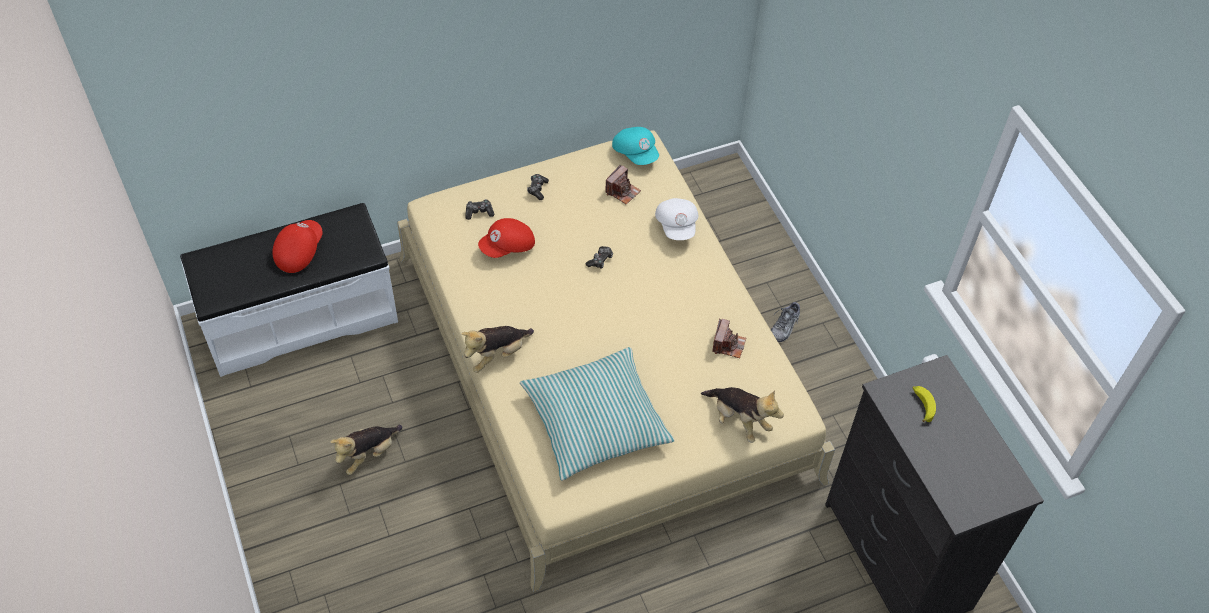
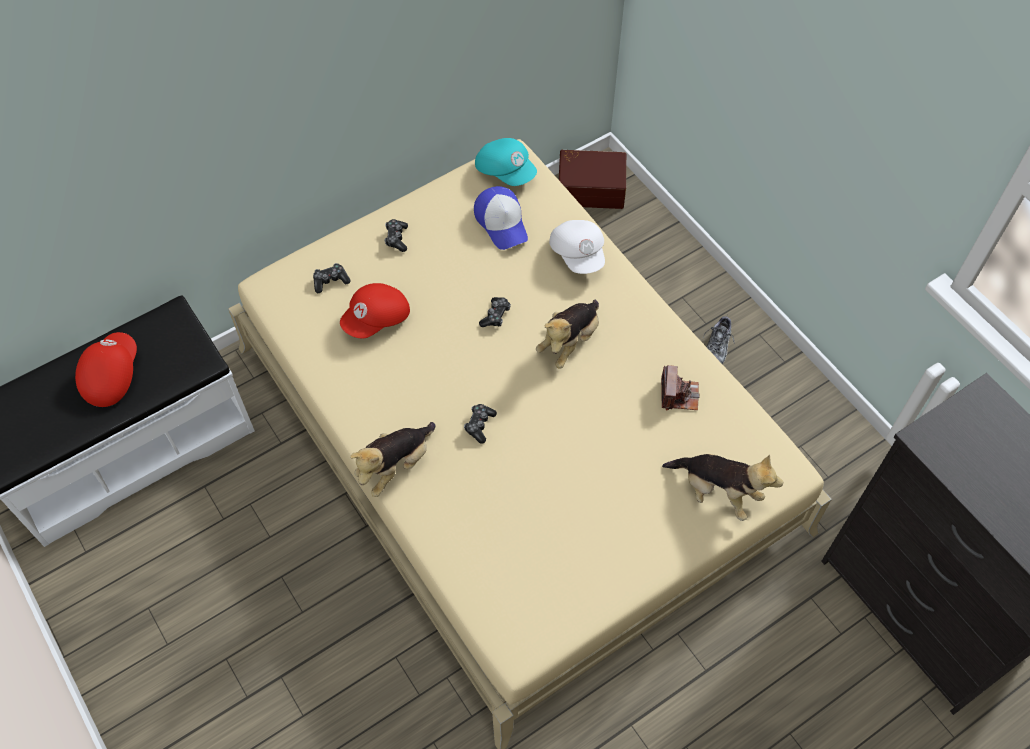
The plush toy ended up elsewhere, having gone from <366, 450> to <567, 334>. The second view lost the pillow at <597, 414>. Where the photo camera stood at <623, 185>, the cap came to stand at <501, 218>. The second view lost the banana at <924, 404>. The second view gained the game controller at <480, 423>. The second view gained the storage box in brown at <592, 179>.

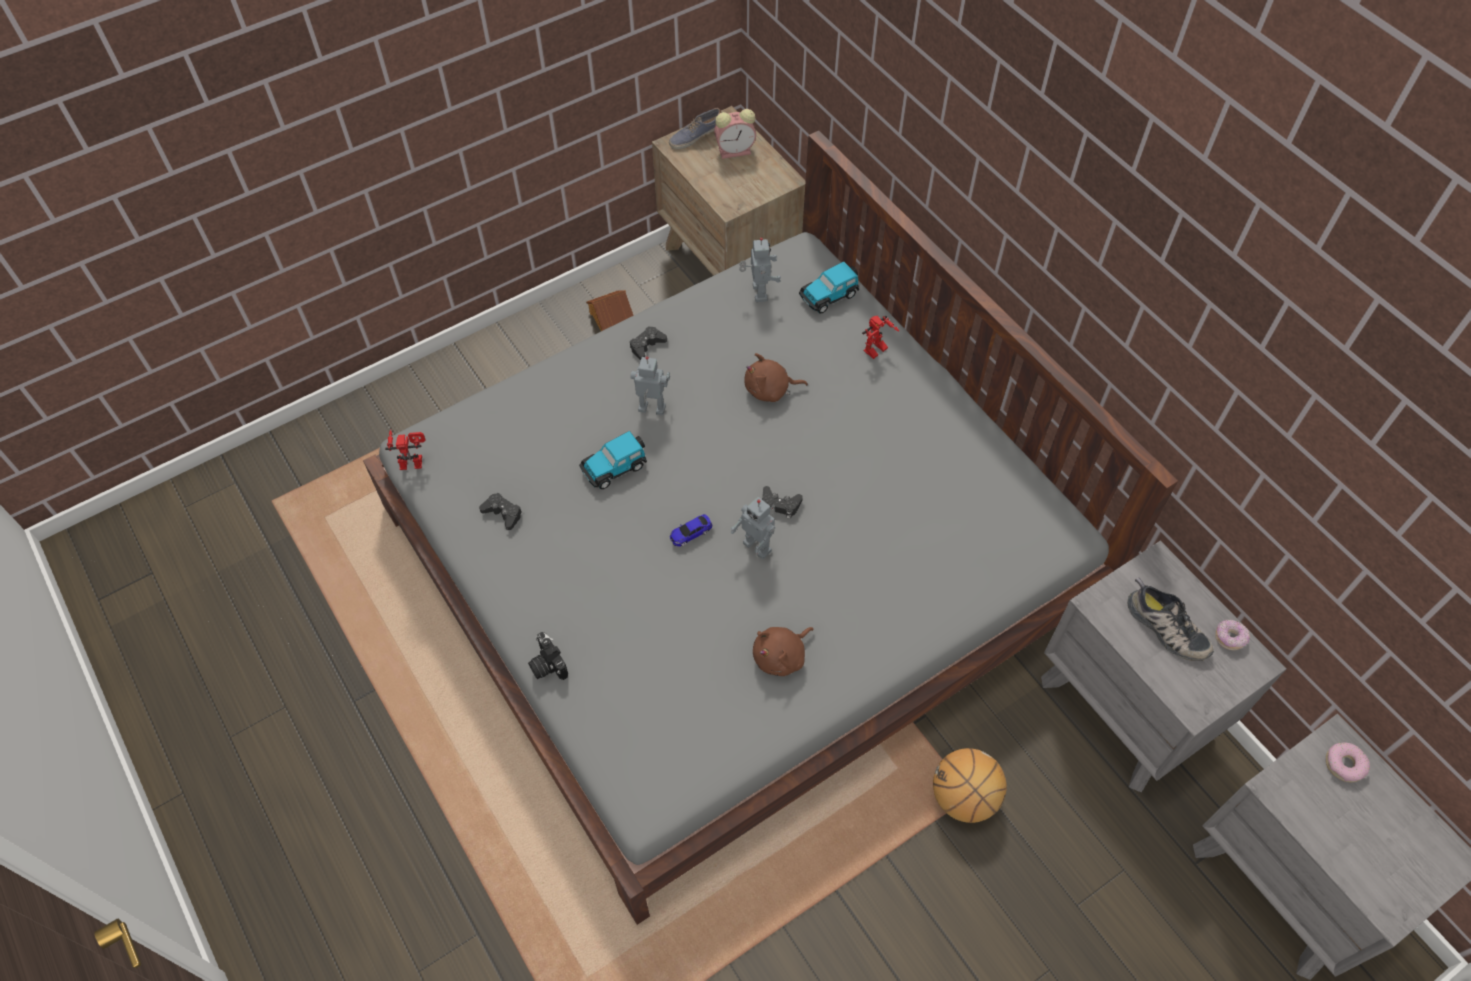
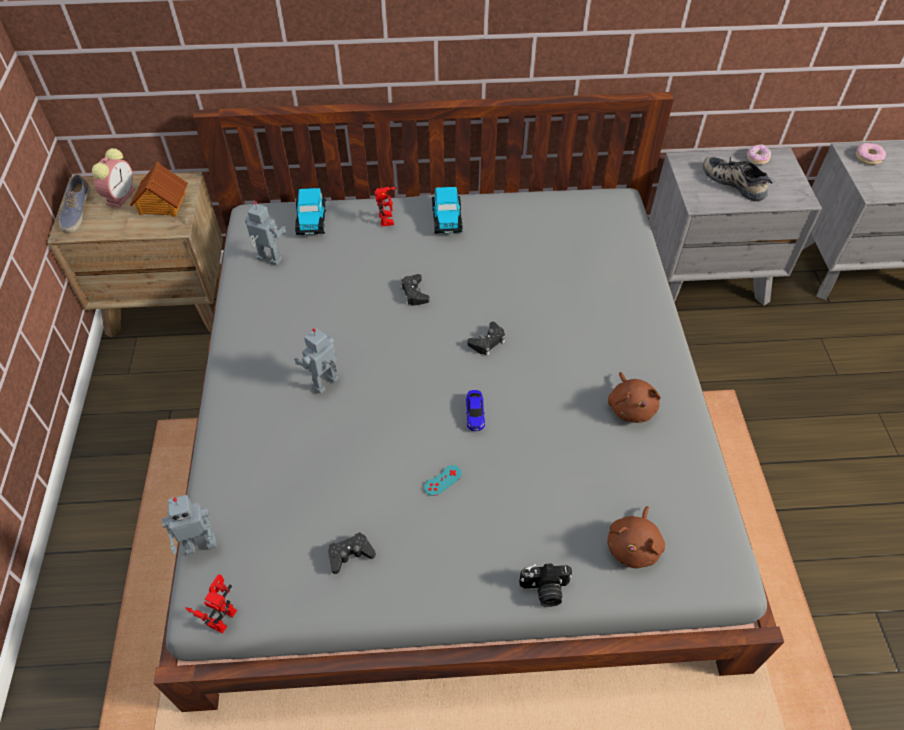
The toy car ended up elsewhere, having gone from <613, 460> to <447, 210>. The toy house ended up elsewhere, having gone from <610, 310> to <159, 189>. The game controller in black ended up elsewhere, having gone from <648, 343> to <415, 290>. The toy robot ended up elsewhere, having gone from <753, 528> to <189, 525>. The plush toy in brown ended up elsewhere, having gone from <776, 377> to <636, 537>. The second view lost the basketball at <970, 785>. The shoe at <1170, 619> ended up facing another way, 120 degrees counterclockwise from before. The second view gained the game controller in turquoise at <443, 480>.

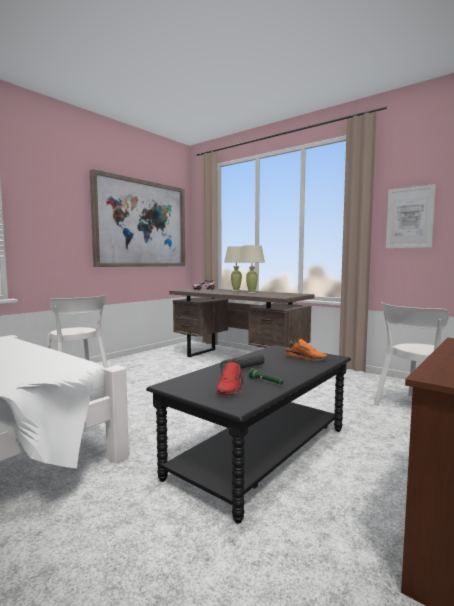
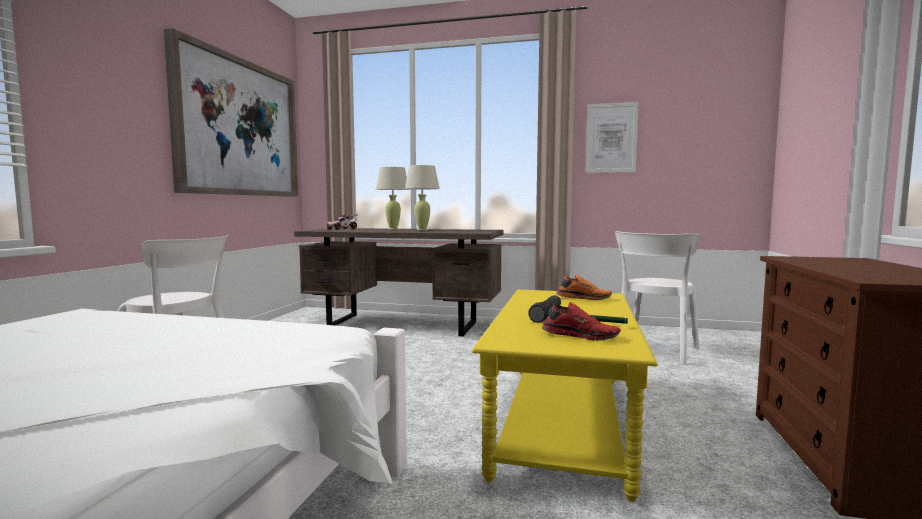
What was the coffee table in black at <248, 434> turned into the coffee table in yellow at <565, 395>. The shoe in red at <230, 377> ended up facing another way, 60 degrees counterclockwise from before.

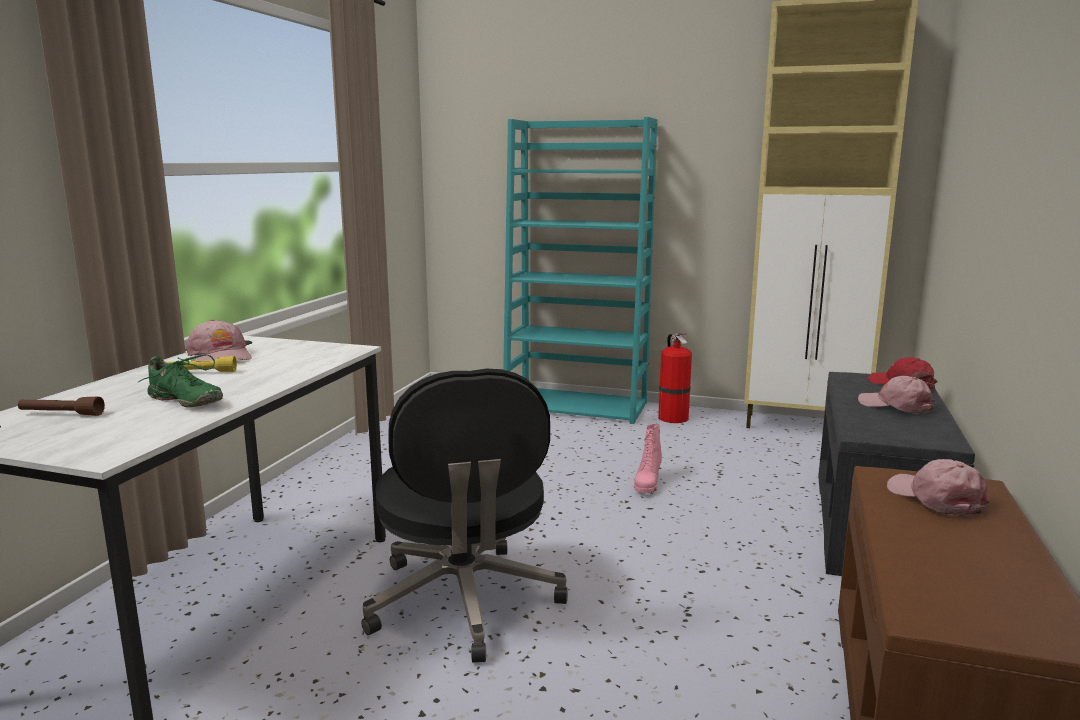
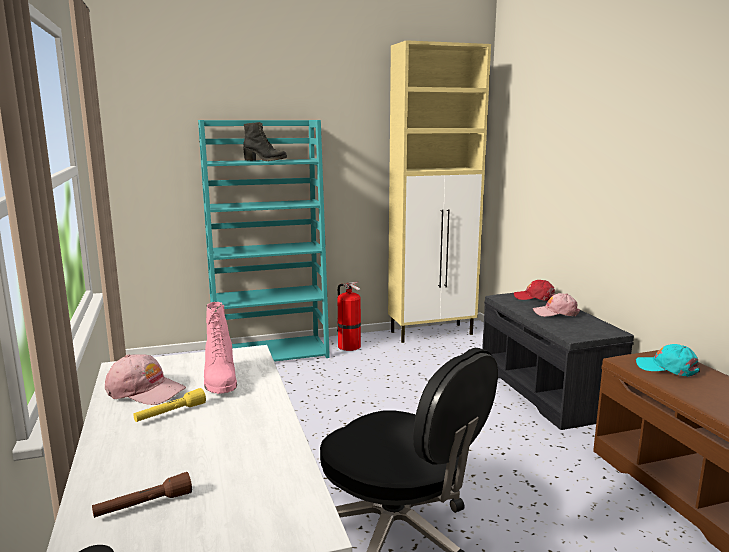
The second view lost the shoe in green at <180, 380>. The boot in pink ended up elsewhere, having gone from <648, 458> to <220, 348>. What was the cap in pink at <938, 487> turned into the cap in turquoise at <668, 360>. The second view gained the boot in black at <265, 141>.

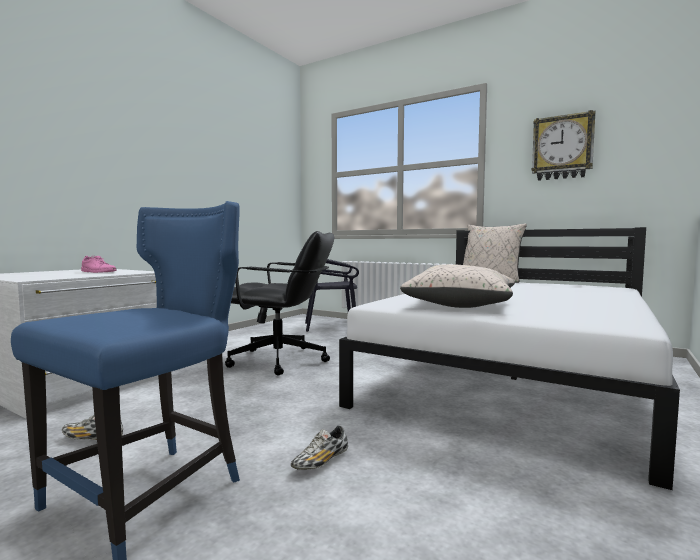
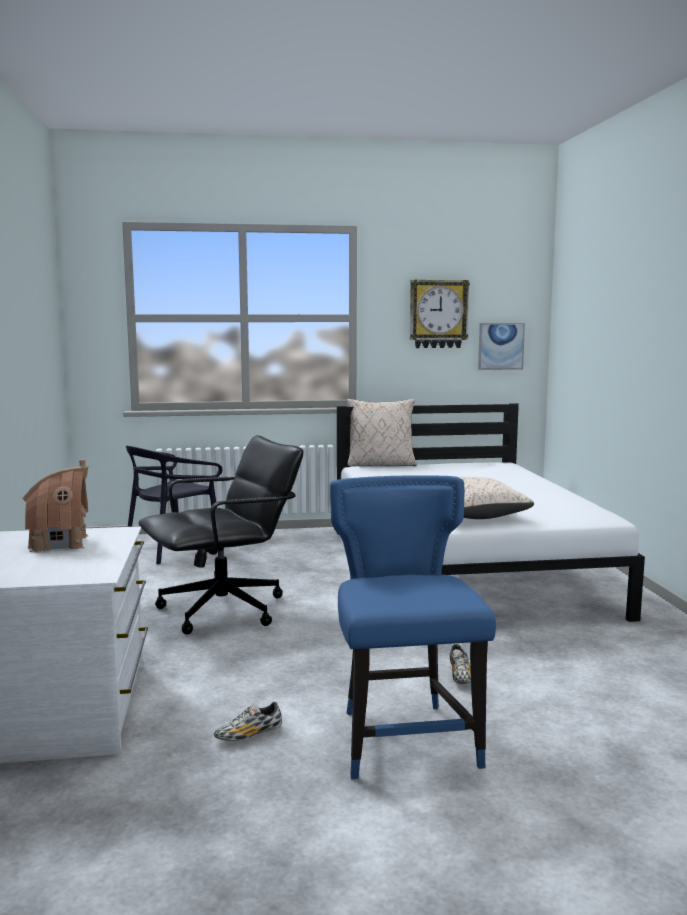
Where the shoe in pink stood at <99, 264>, the toy house came to stand at <55, 506>. The second view gained the picture at <501, 346>.

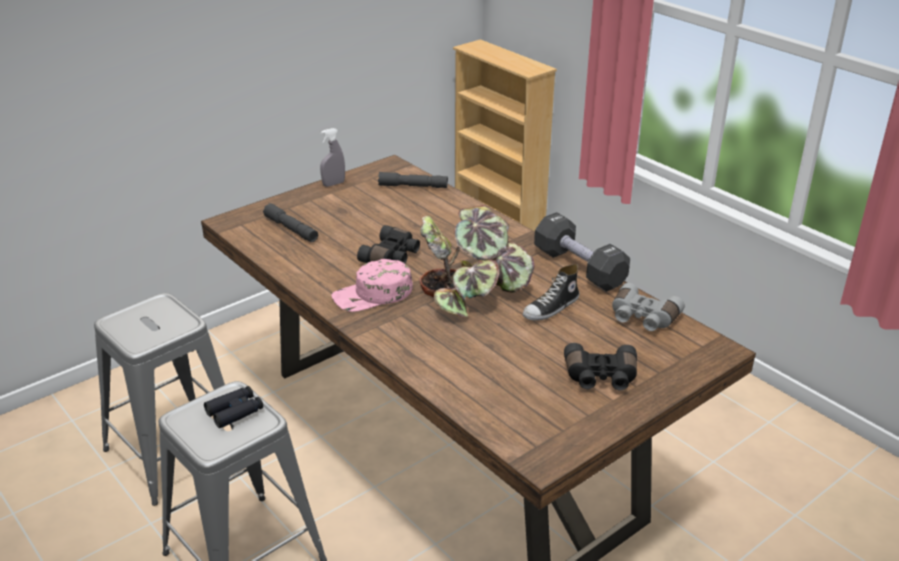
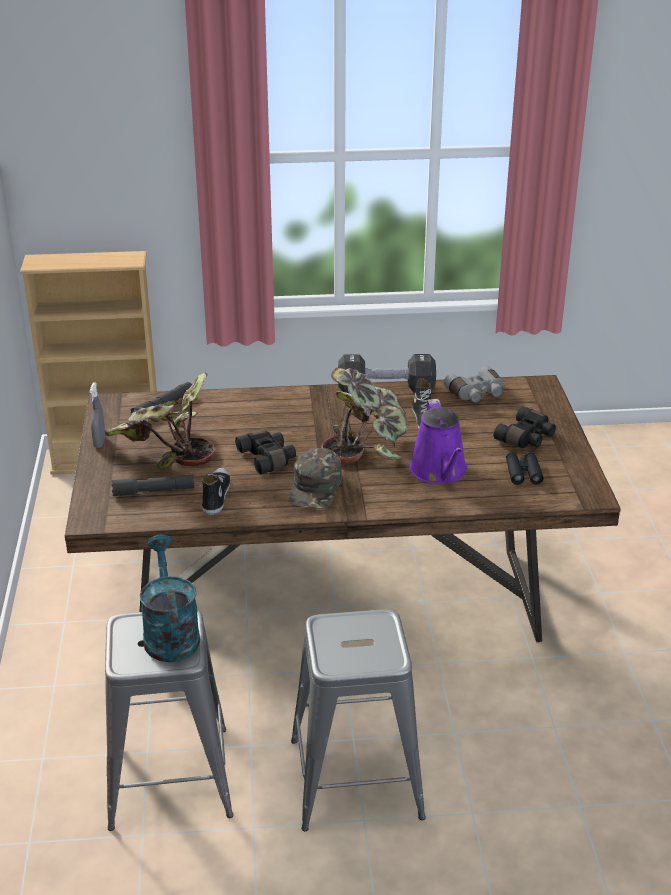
The binoculars in black ended up elsewhere, having gone from <233, 407> to <525, 468>. What was the cap in pink at <372, 285> turned into the cap in green at <315, 478>. The second view gained the potted plant at <160, 421>. The second view gained the watering can in turquoise at <170, 598>. The second view gained the shoe at <216, 491>. The second view gained the watering can in purple at <438, 441>.

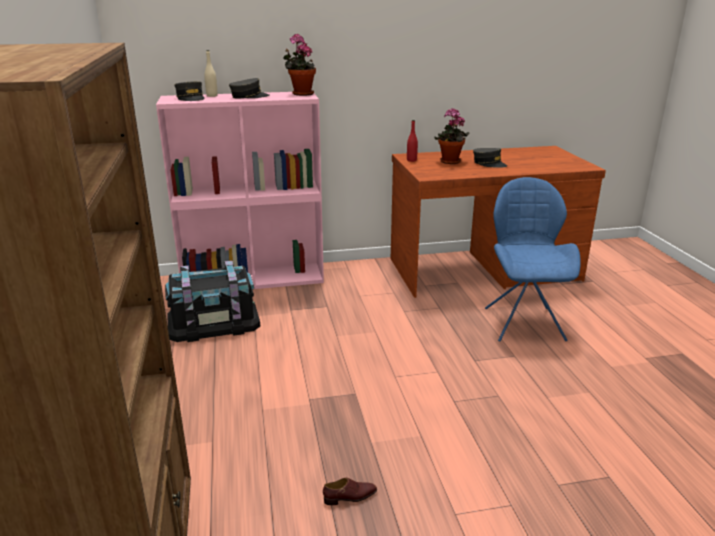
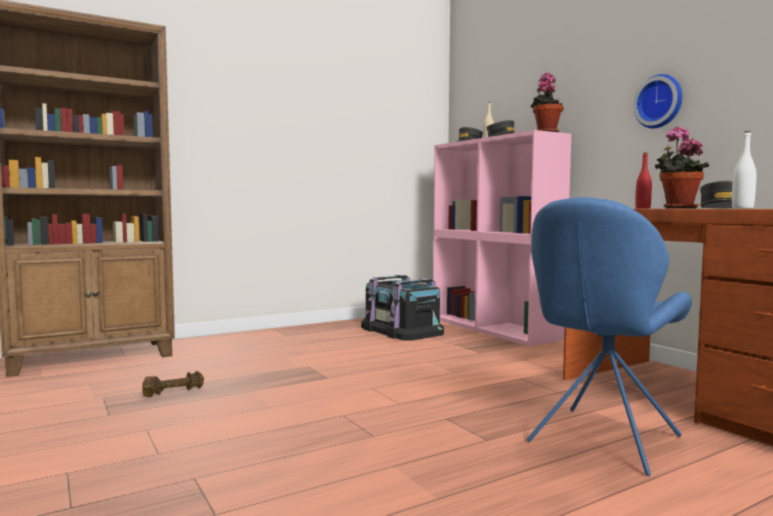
Where the shoe in brown stood at <350, 491>, the dumbbell in brown came to stand at <173, 384>. The chair in blue at <533, 259> ended up facing another way, 150 degrees clockwise from before. The second view gained the wall clock at <657, 101>. The second view gained the bottle in white at <744, 170>.

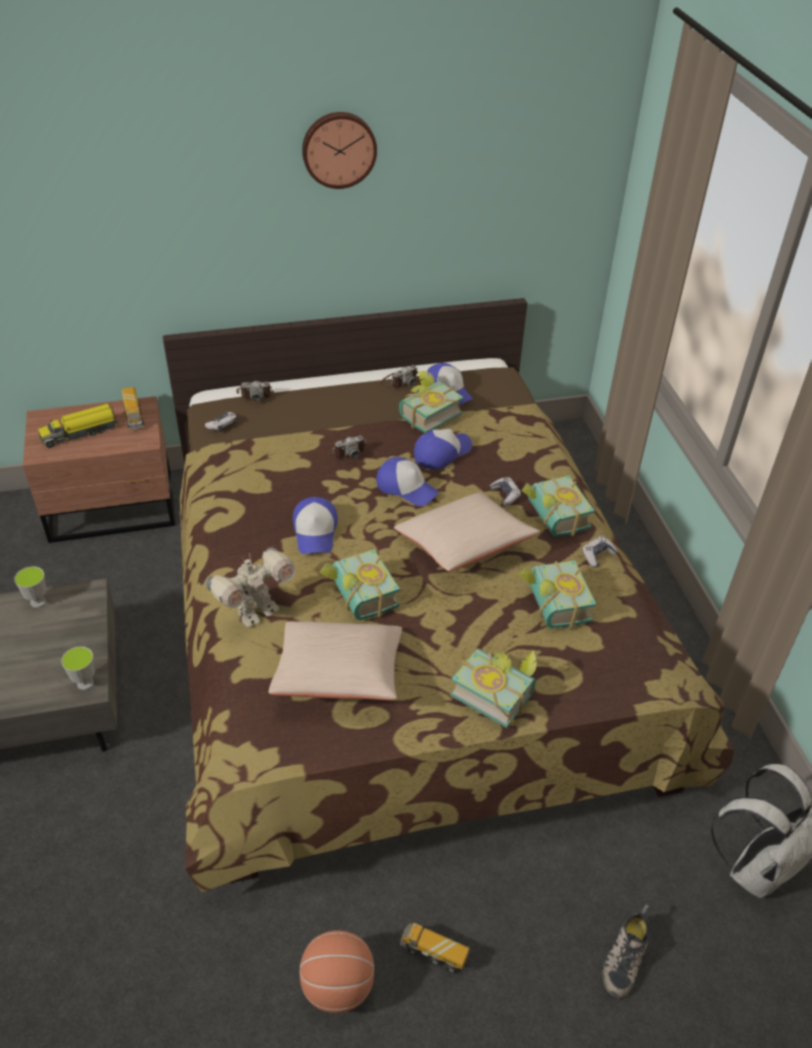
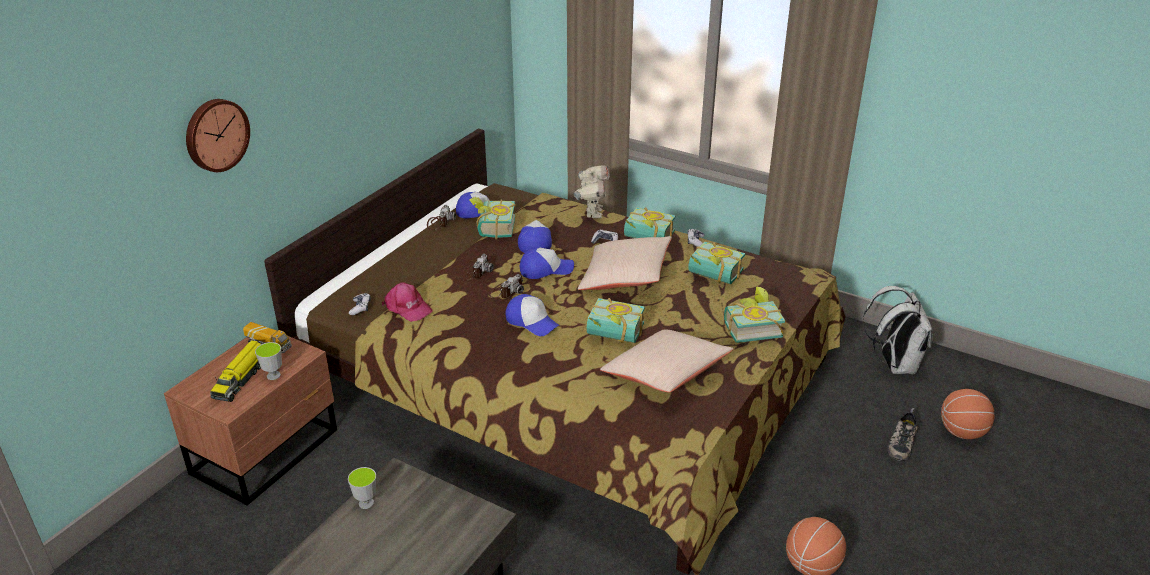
The cup ended up elsewhere, having gone from <78, 668> to <268, 361>. The toy robot ended up elsewhere, having gone from <250, 587> to <591, 191>. The photo camera ended up elsewhere, having gone from <255, 391> to <506, 286>. The wall clock ended up elsewhere, having gone from <339, 150> to <218, 135>. The second view lost the toy truck at <435, 948>. The shoe at <625, 951> ended up facing another way, 45 degrees clockwise from before. The second view gained the cap in pink at <407, 302>. The second view gained the basketball at <967, 414>.

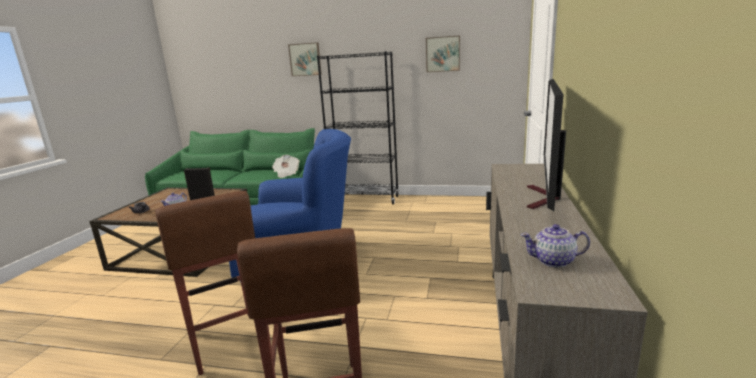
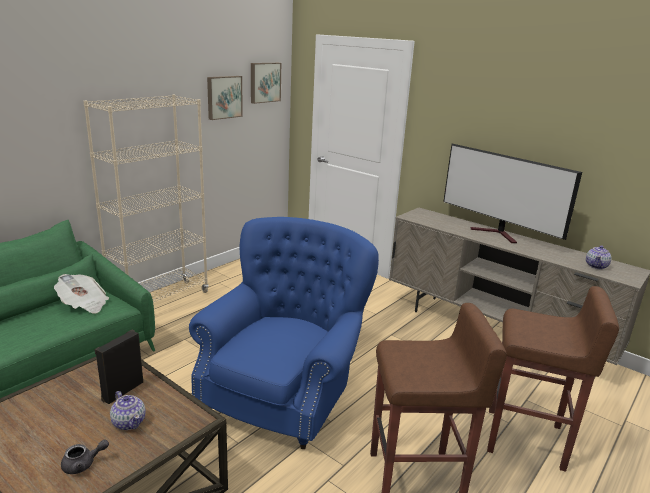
The picture ended up elsewhere, having gone from <305, 59> to <266, 83>. What was the bookcase in black at <358, 127> turned into the bookcase in beige at <146, 198>.

